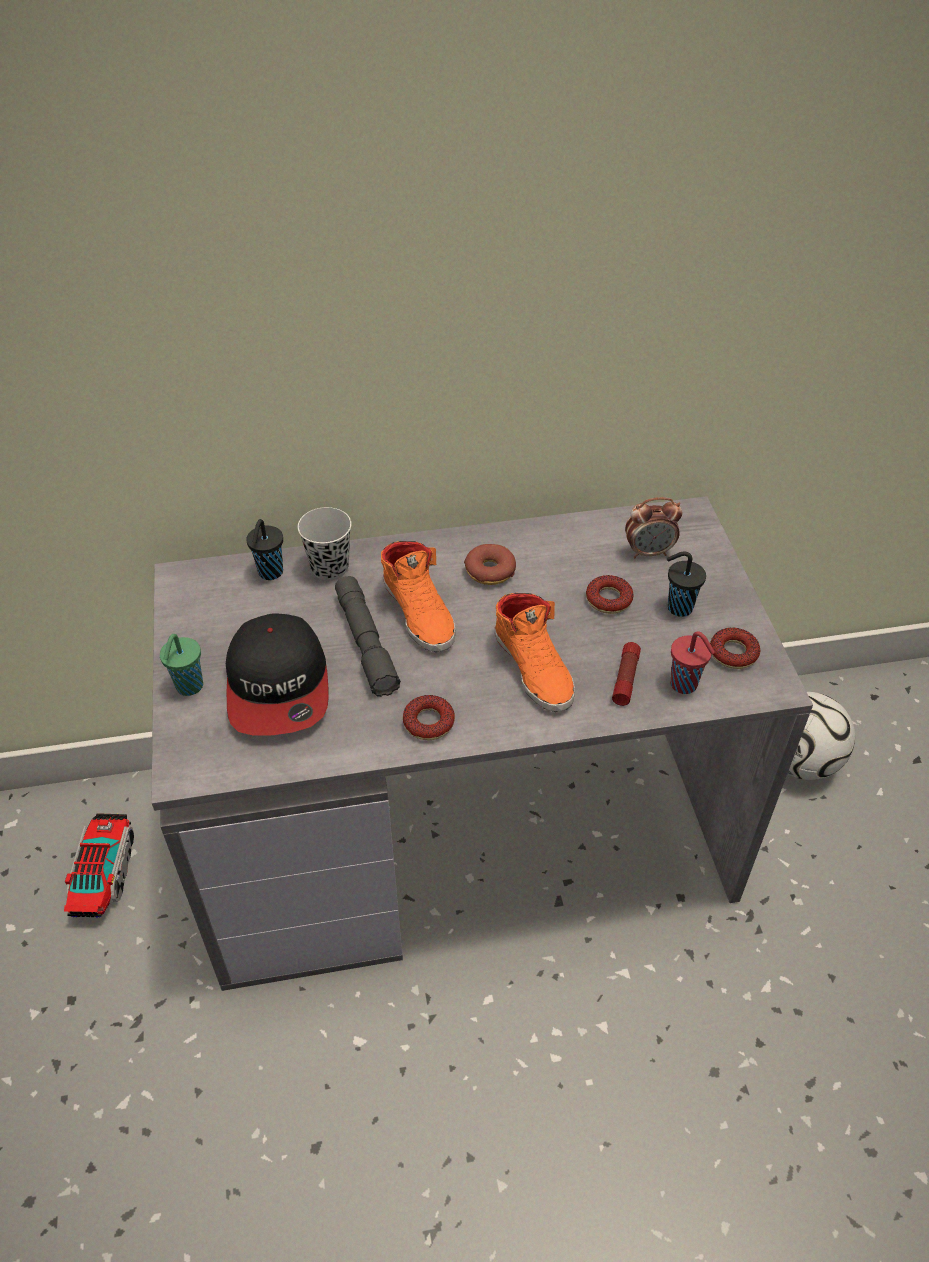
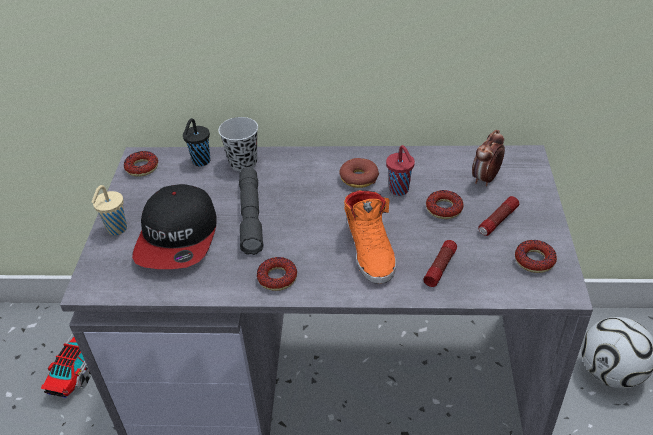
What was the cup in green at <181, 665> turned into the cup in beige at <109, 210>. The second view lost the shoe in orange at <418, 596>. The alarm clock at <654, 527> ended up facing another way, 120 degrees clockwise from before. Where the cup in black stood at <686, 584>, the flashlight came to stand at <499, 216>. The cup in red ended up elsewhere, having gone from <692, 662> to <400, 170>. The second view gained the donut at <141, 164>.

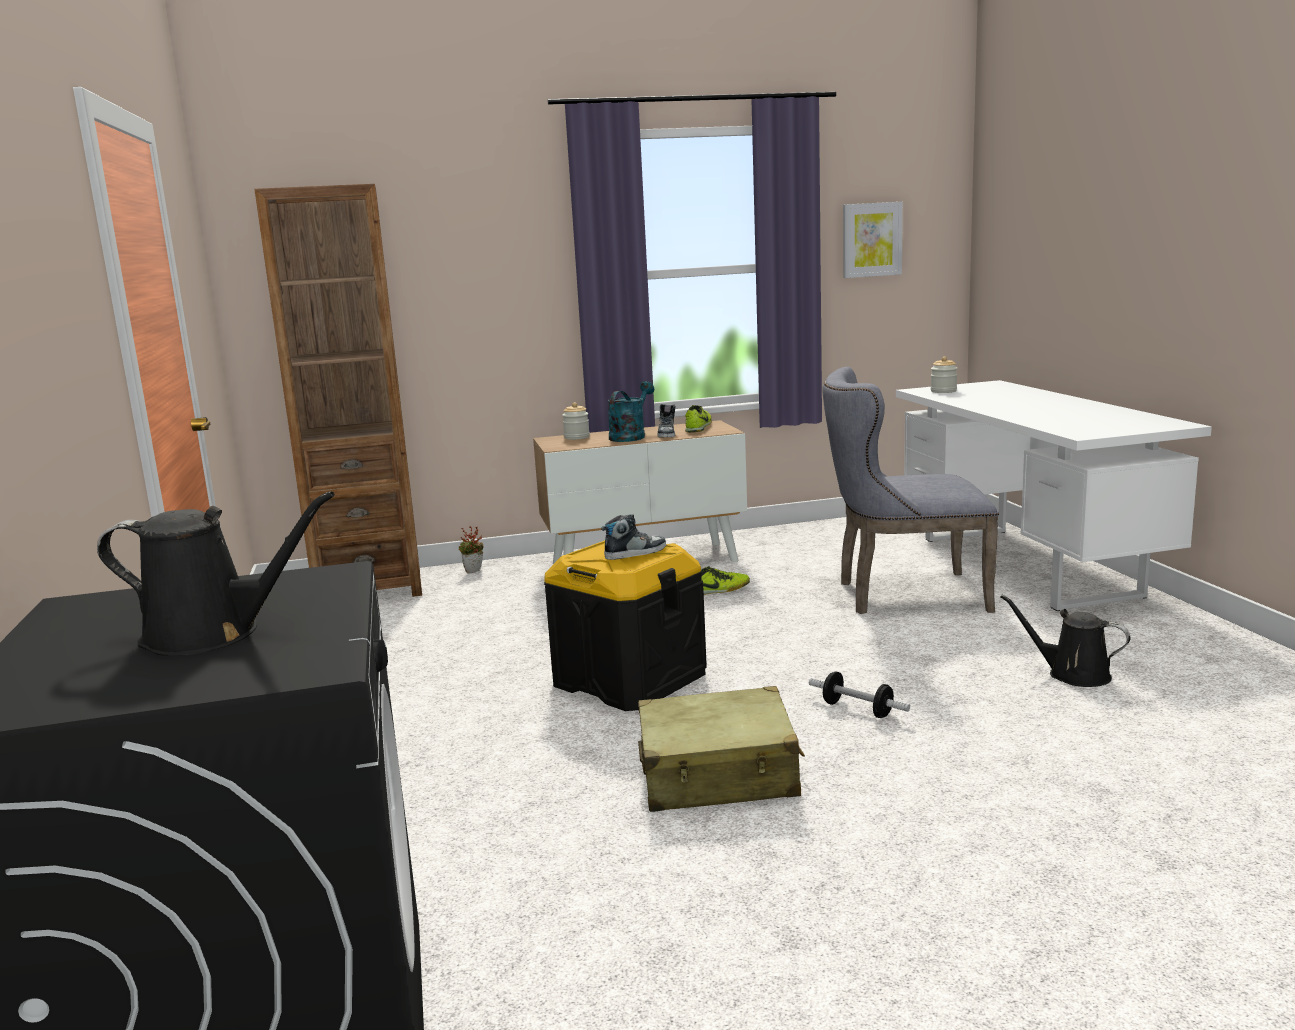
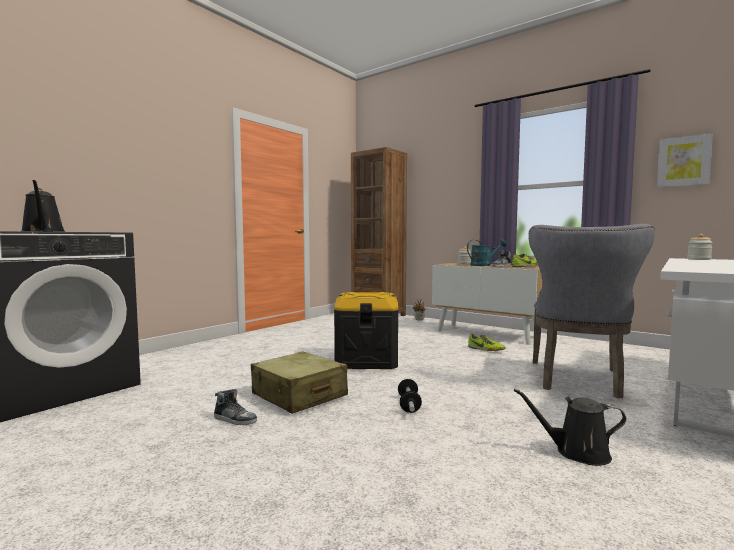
The shoe ended up elsewhere, having gone from <634, 537> to <235, 407>. The chair in grey at <910, 490> ended up facing another way, 120 degrees counterclockwise from before. The watering can in black at <1066, 641> ended up facing another way, 75 degrees counterclockwise from before.

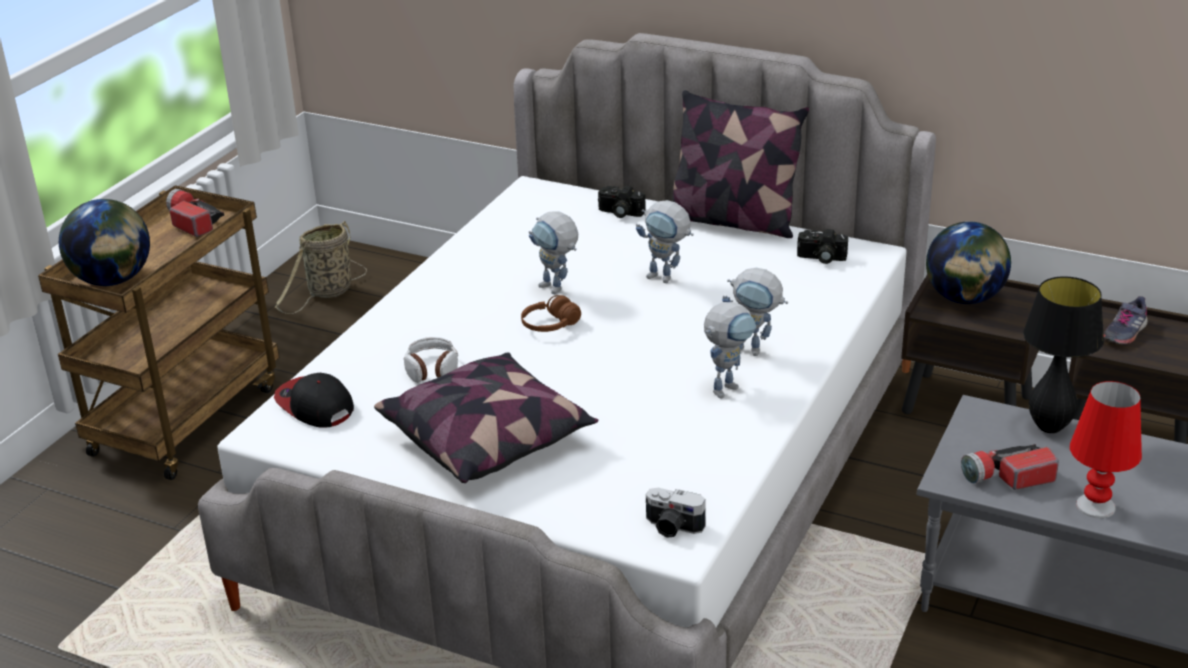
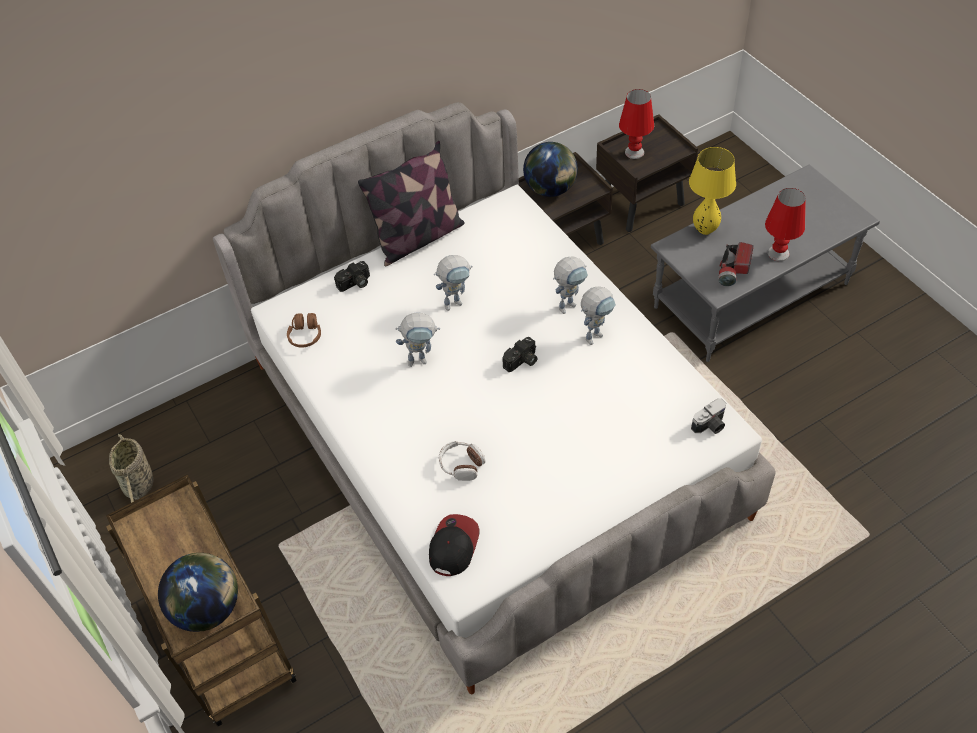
The second view lost the flashlight at <195, 213>. The cap at <314, 400> ended up facing another way, 120 degrees clockwise from before. The second view lost the pillow at <486, 417>. The headphones in brown ended up elsewhere, having gone from <551, 313> to <304, 330>. The toy robot at <730, 350> ended up facing another way, 60 degrees clockwise from before. The photo camera ended up elsewhere, having gone from <822, 246> to <519, 354>. What was the table lamp in black at <1063, 354> turned into the table lamp in yellow at <712, 191>. Where the shoe in grey stood at <1125, 320>, the table lamp in red came to stand at <636, 124>.

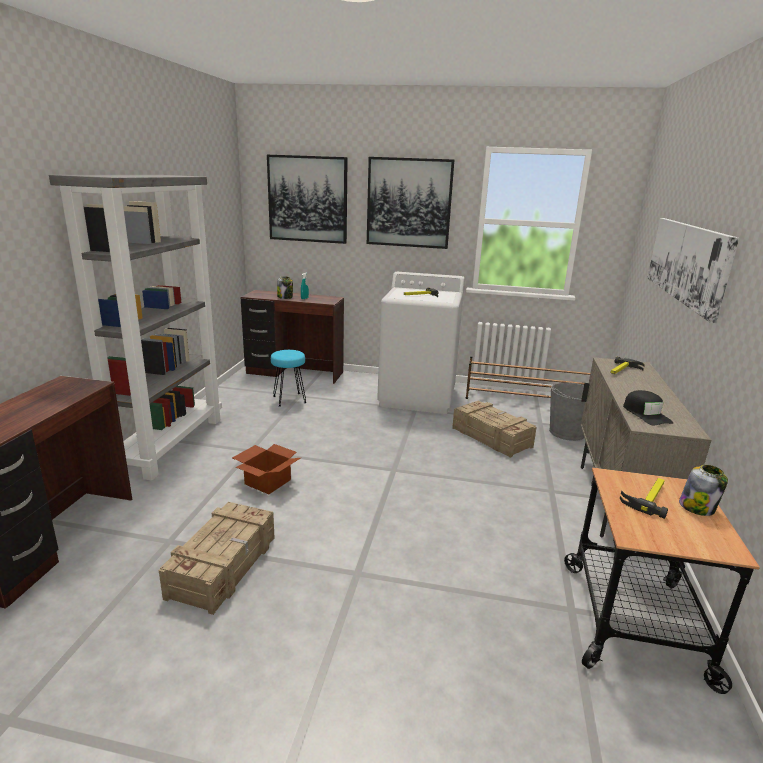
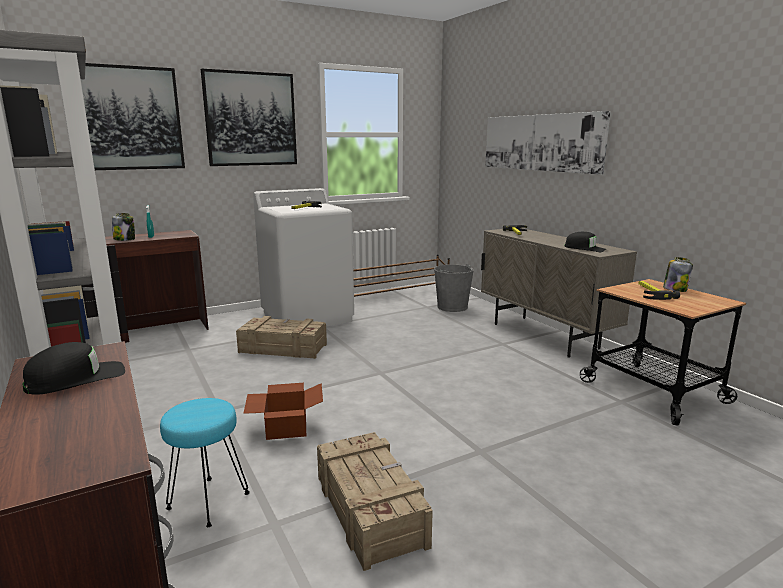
The stool in turquoise ended up elsewhere, having gone from <289, 378> to <205, 462>. The crate ended up elsewhere, having gone from <494, 429> to <281, 337>. The second view gained the cap in black at <74, 368>.

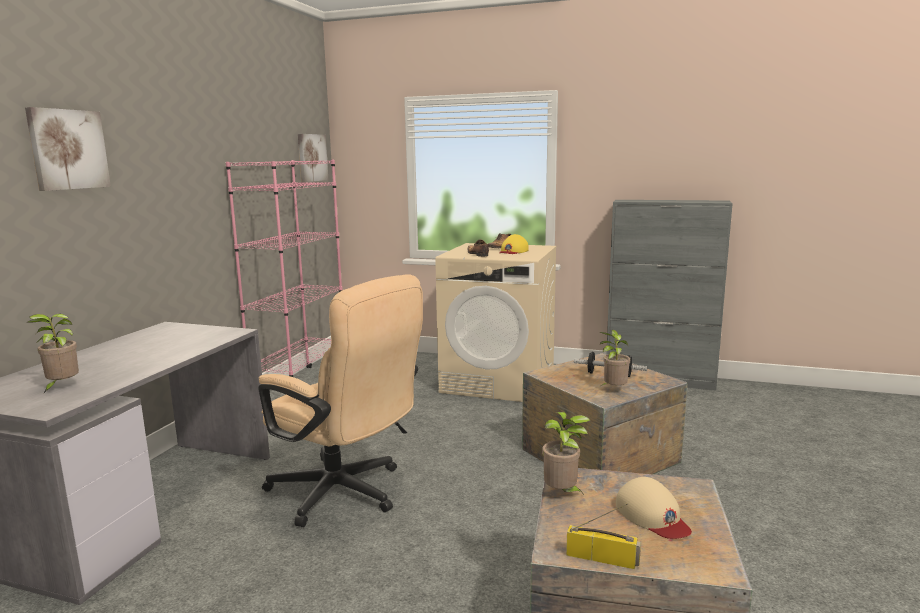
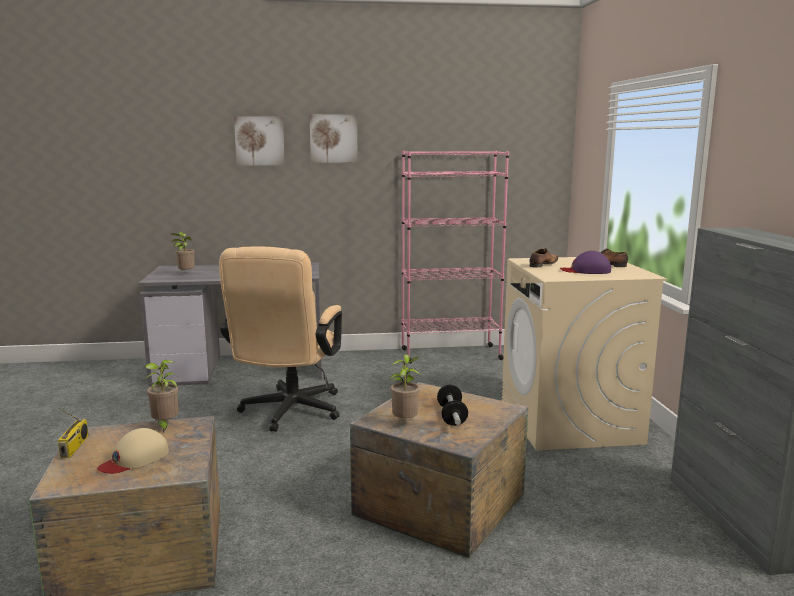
The picture ended up elsewhere, having gone from <313, 158> to <333, 138>. What was the cap in yellow at <514, 244> turned into the cap in purple at <585, 262>.

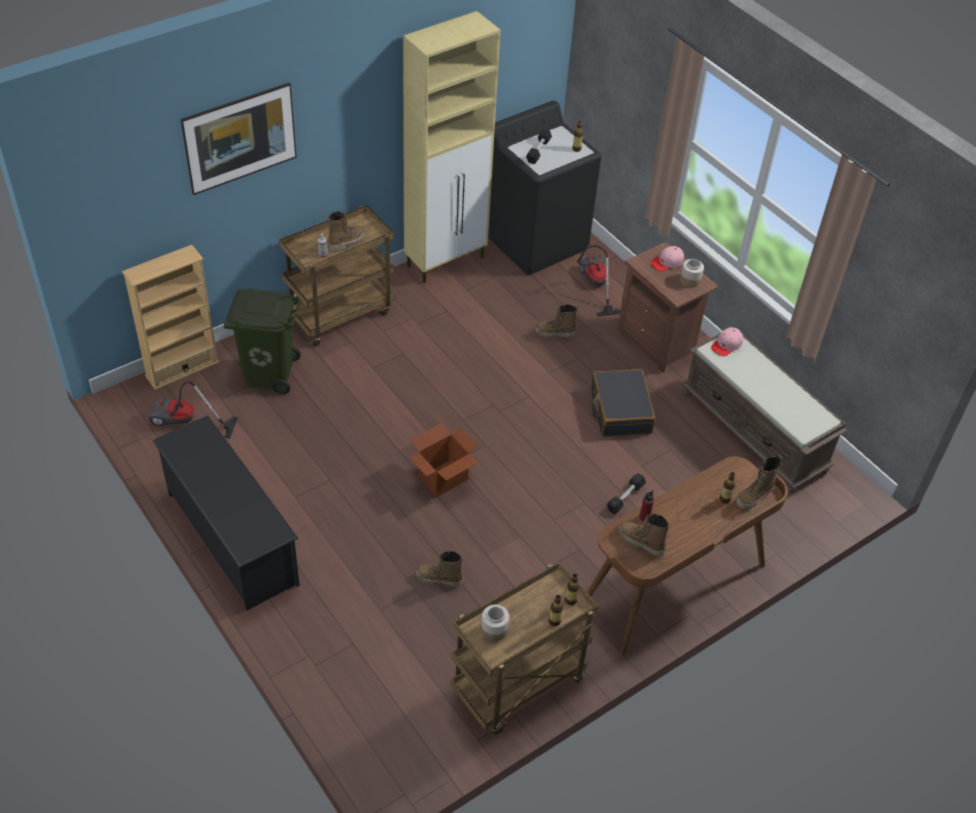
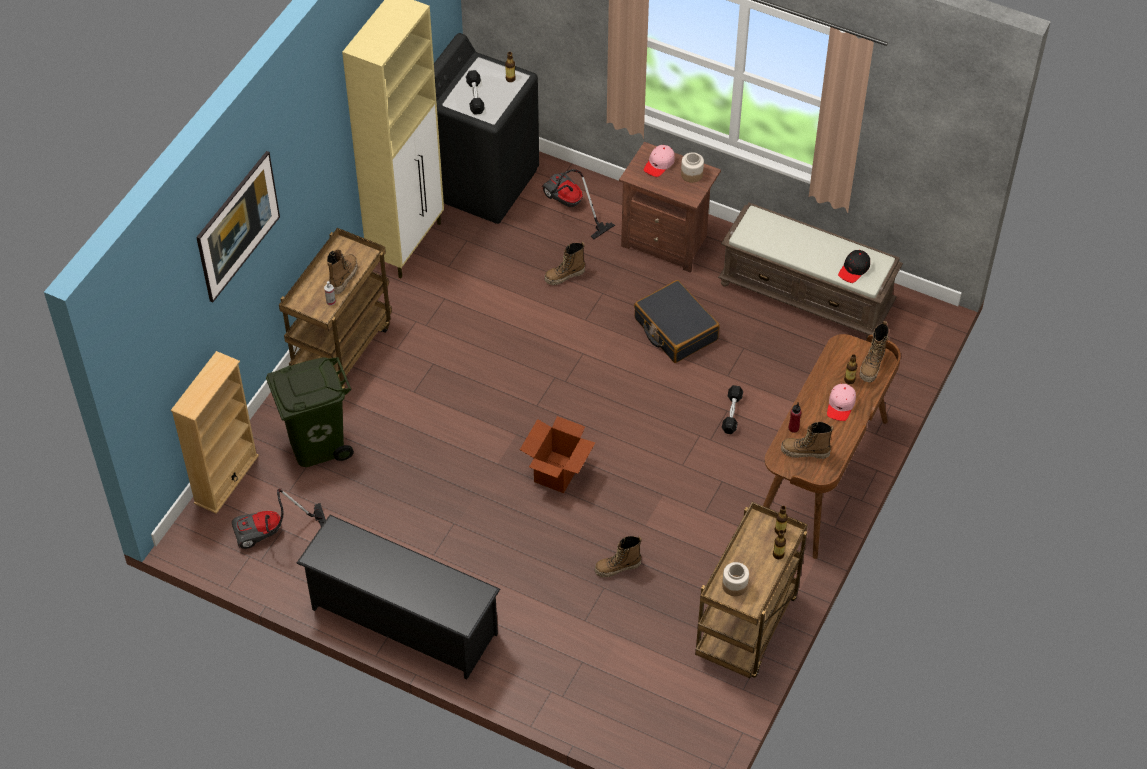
The cap in pink ended up elsewhere, having gone from <727, 342> to <841, 402>. The second view gained the cap in black at <854, 266>.

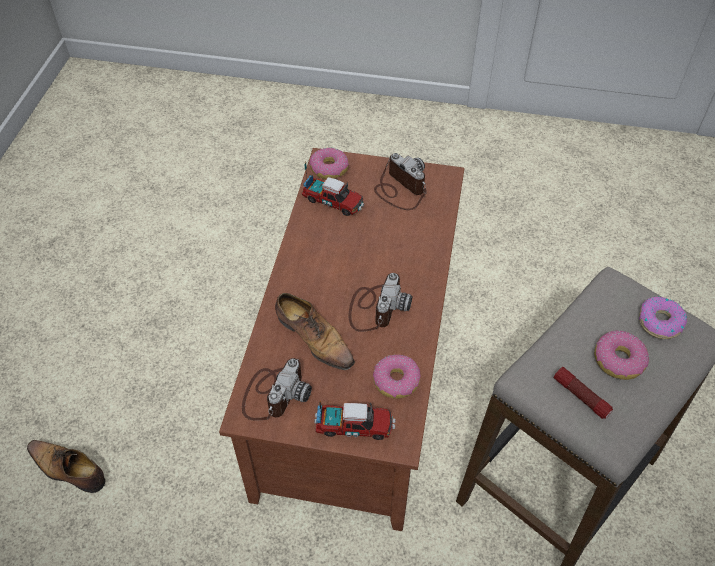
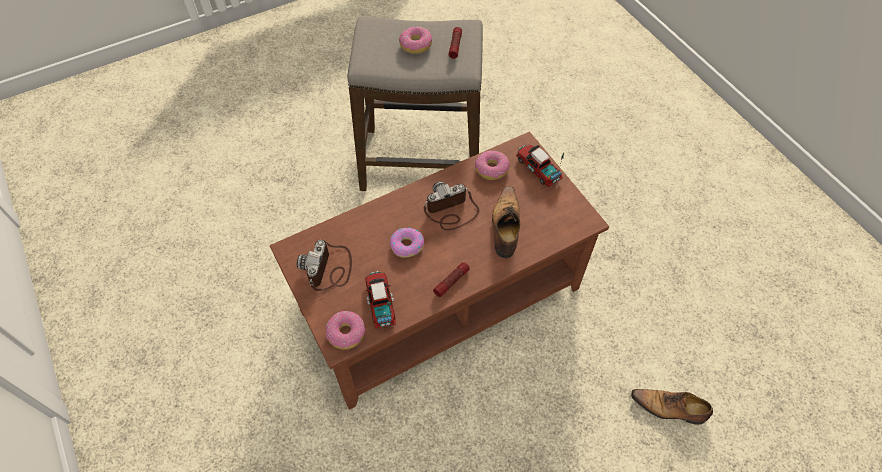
The shoe at <66, 466> ended up facing another way, 120 degrees clockwise from before. The second view lost the photo camera at <277, 389>. The donut ended up elsewhere, having gone from <663, 317> to <407, 242>. The second view gained the flashlight at <451, 279>.

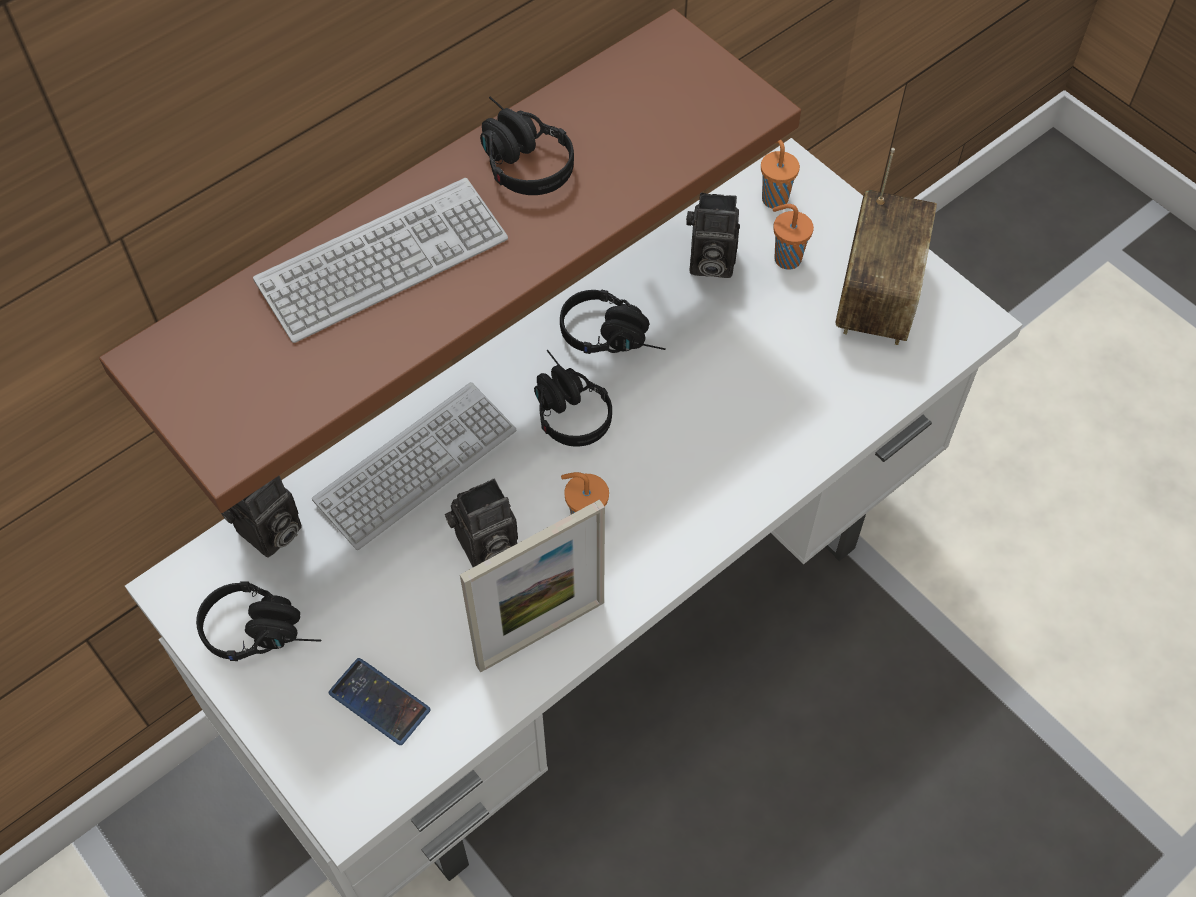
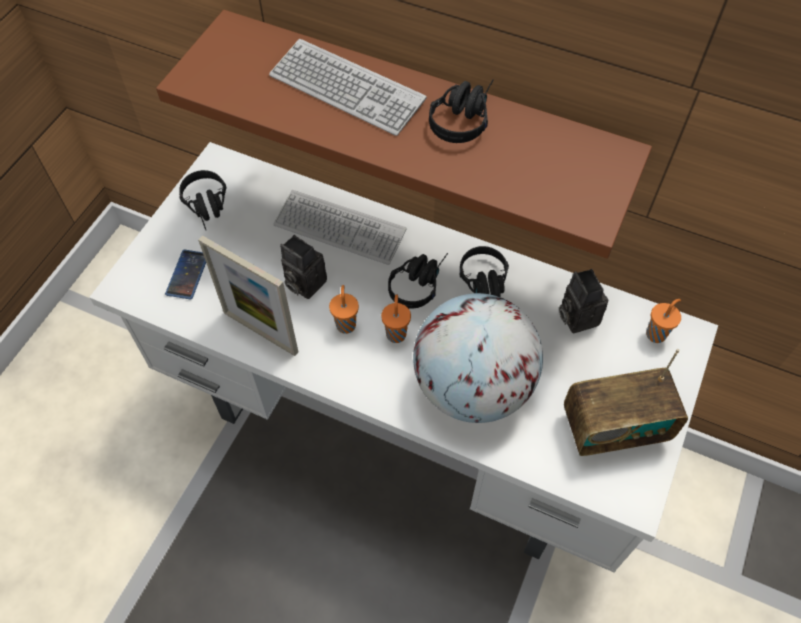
The second view lost the photo camera at <261, 516>. The cup in orange ended up elsewhere, having gone from <793, 237> to <396, 318>. The second view gained the globe at <478, 358>.

